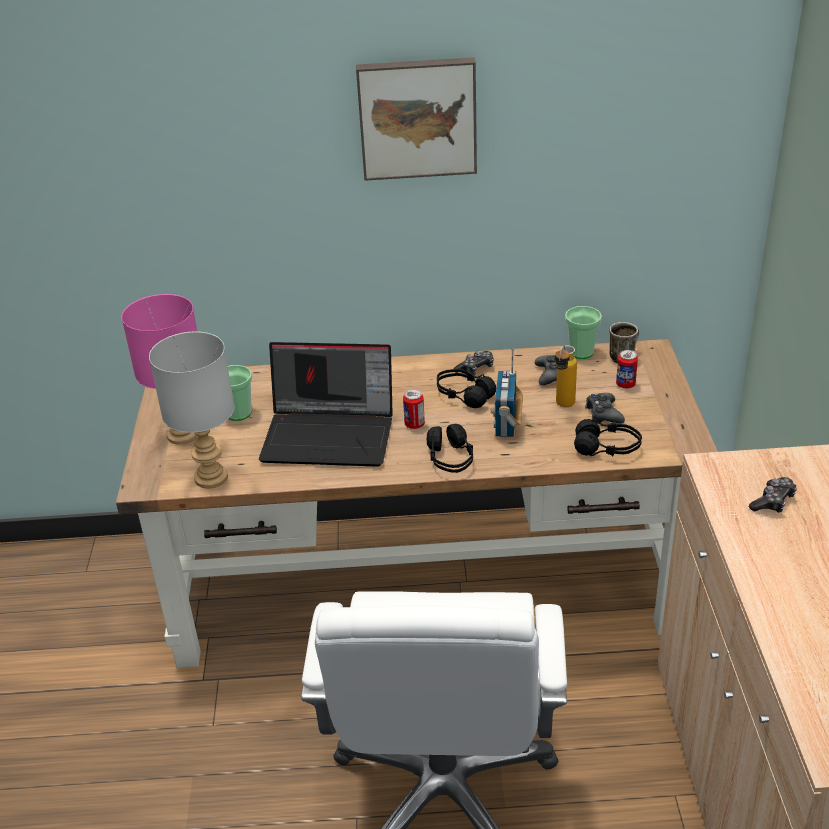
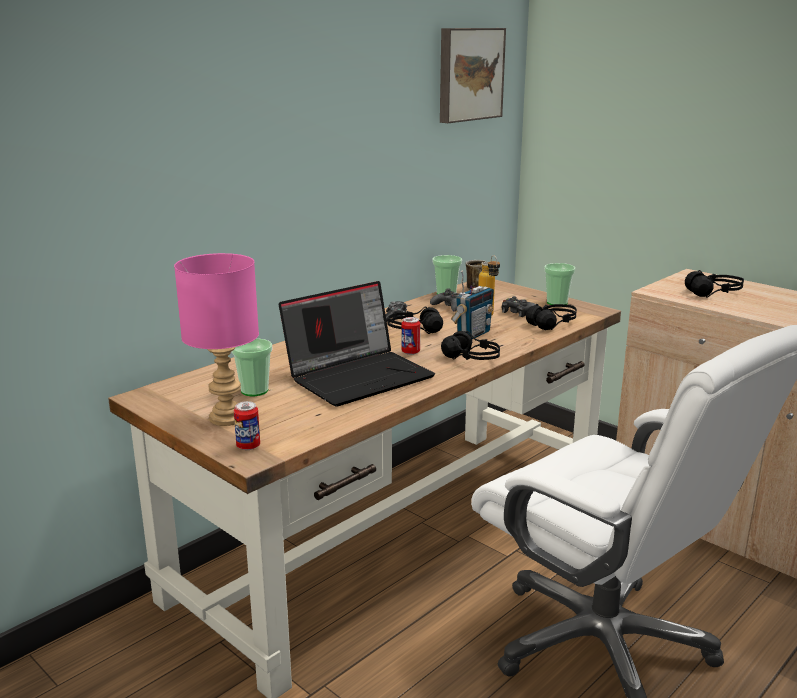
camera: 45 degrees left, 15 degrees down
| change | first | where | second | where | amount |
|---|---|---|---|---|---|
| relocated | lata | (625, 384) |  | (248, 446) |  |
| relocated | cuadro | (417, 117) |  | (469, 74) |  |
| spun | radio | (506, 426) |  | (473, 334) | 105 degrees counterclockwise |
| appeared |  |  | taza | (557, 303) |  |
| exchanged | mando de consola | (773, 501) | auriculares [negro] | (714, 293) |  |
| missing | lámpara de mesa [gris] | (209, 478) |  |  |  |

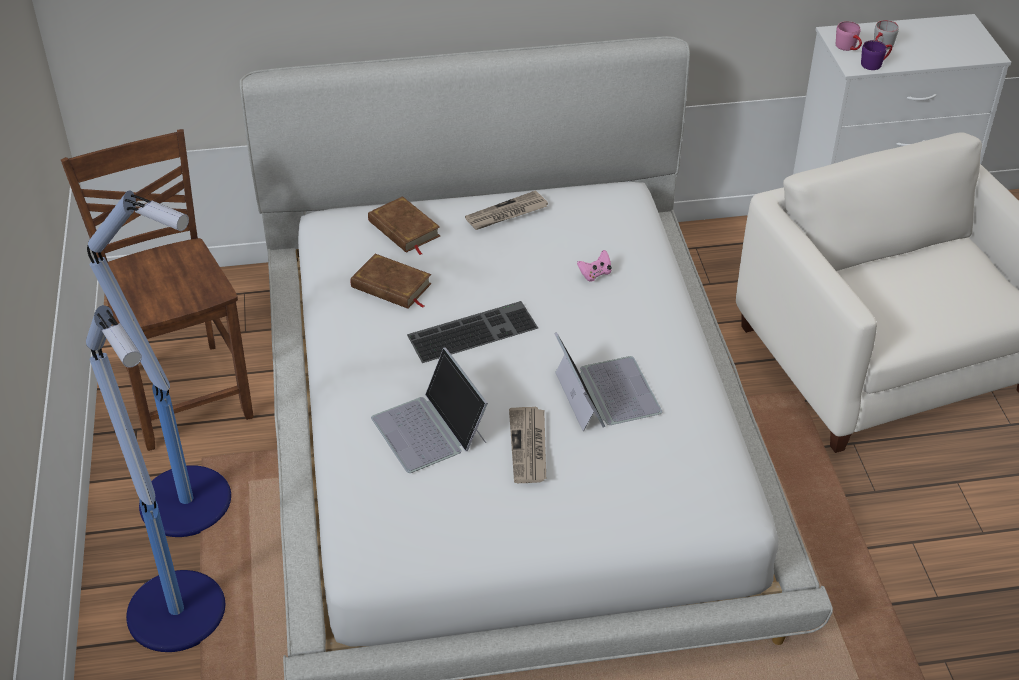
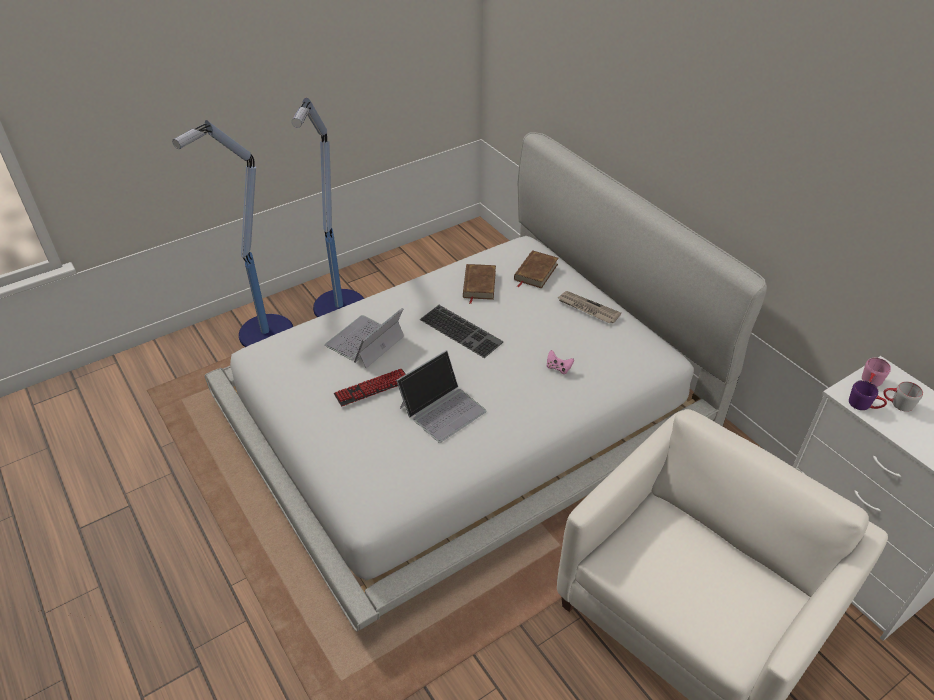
camera: 65 degrees right, 0 degrees up
| change | first | where | second | where | amount |
|---|---|---|---|---|---|
| exchanged | periódico | (529, 447) | teclado | (372, 388) |  |
| missing | silla [marrón] | (186, 392) |  |  |  |

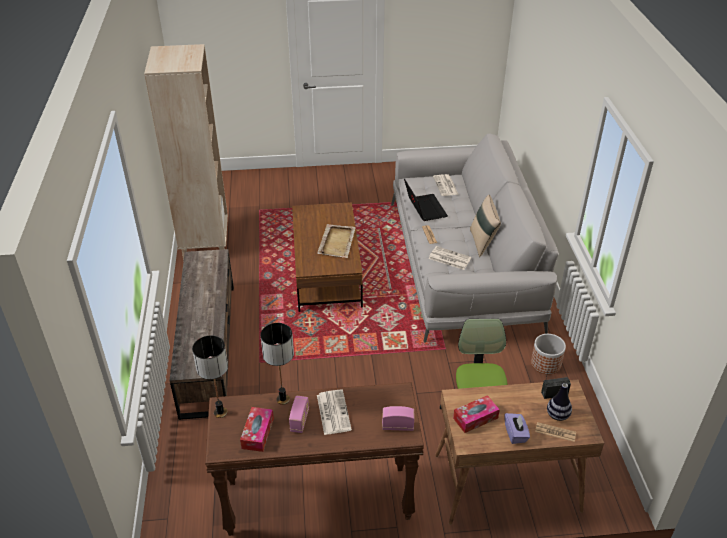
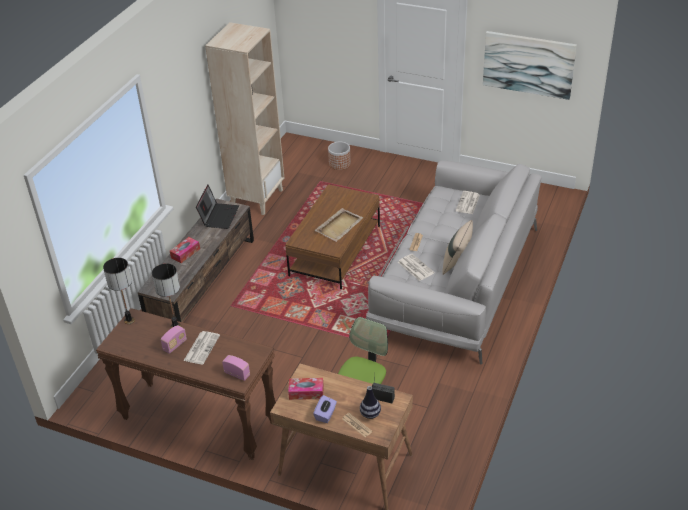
camera: 30 degrees right, 0 degrees up
| change | first | where | second | where | amount |
|---|---|---|---|---|---|
| relocated | caja de pañuelos | (257, 433) |  | (185, 253) |  |
| relocated | portátil | (424, 208) |  | (219, 216) |  |
| relocated | maceta | (546, 364) |  | (339, 164) |  |
| appeared |  |  | cuadro | (528, 64) |  |

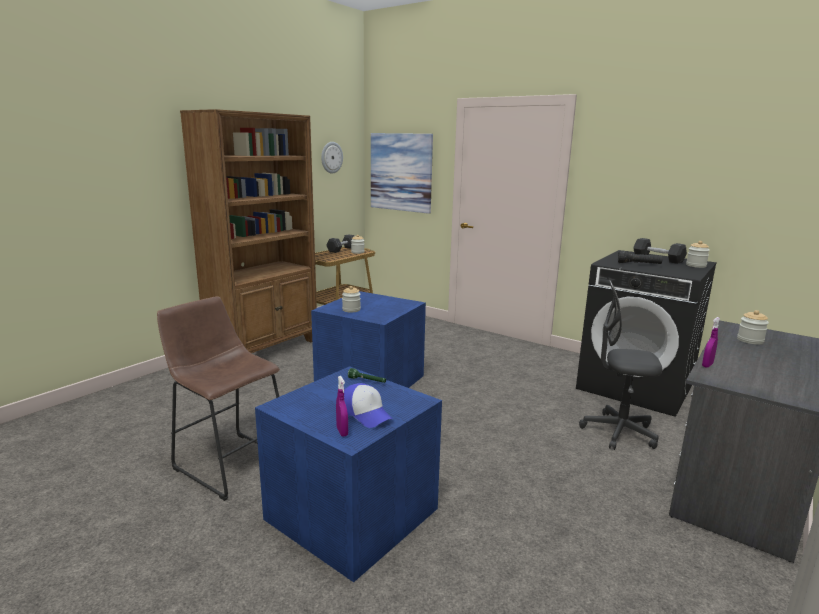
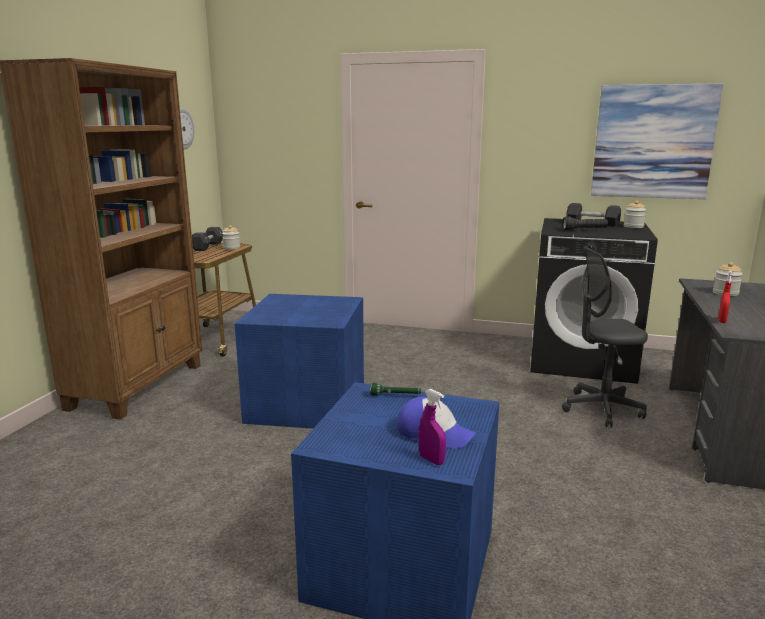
camera: 20 degrees left, 0 degrees up
| change | first | where | second | where | amount |
|---|---|---|---|---|---|
| relocated | cuadro | (401, 172) |  | (653, 142) |  |
| colour | pulverizador [morado] | (707, 365) | pulverizador [rojo] | (722, 321) |  |
| missing | taburete [marrón] | (229, 461) |  |  |  |
| missing | tarro | (351, 310) |  |  |  |

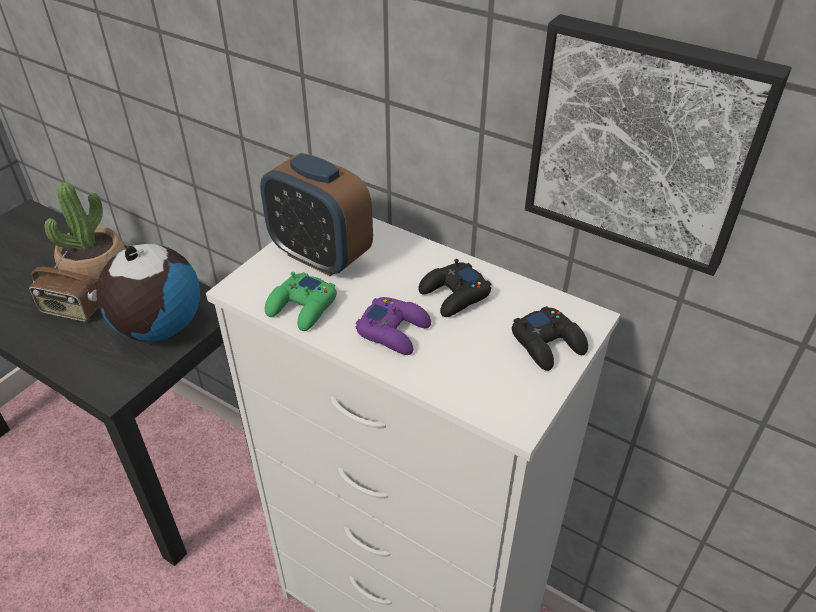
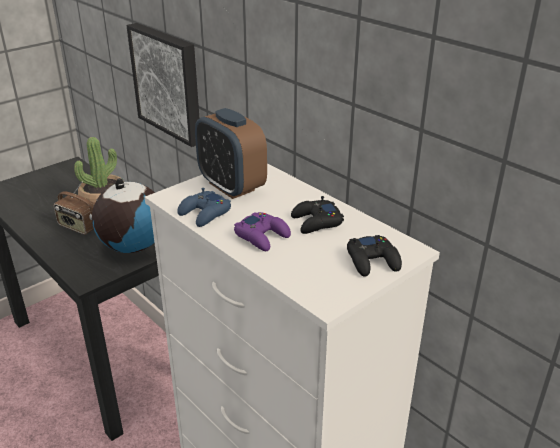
camera: 15 degrees right, 10 degrees down
| change | first | where | second | where | amount |
|---|---|---|---|---|---|
| relocated | cuadro | (643, 143) |  | (168, 82) |  |
| colour | mando de consola [verde] | (302, 308) | mando de consola [azul] | (204, 214) |  |

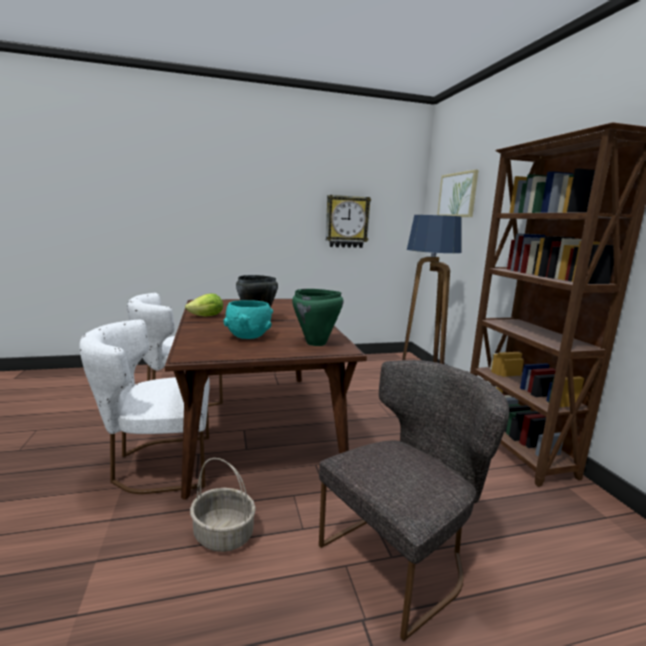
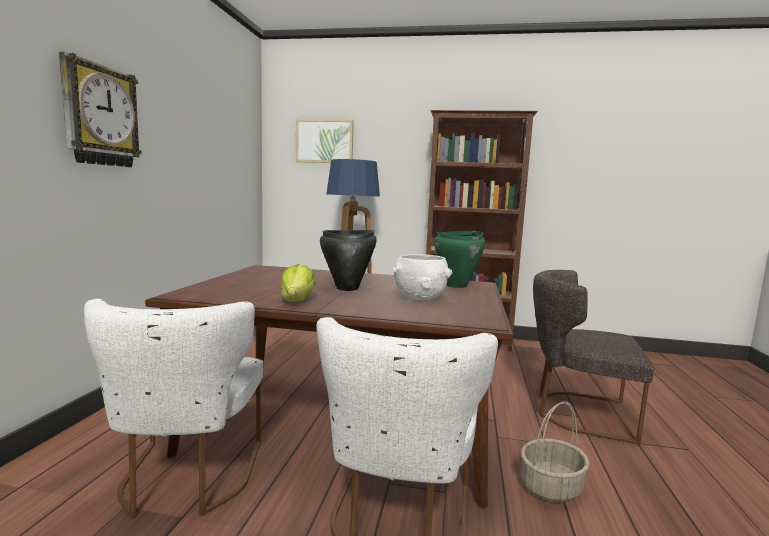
camera: 65 degrees left, 5 degrees down
| change | first | where | second | where | amount |
|---|---|---|---|---|---|
| relocated | reloj de pared | (347, 222) |  | (99, 116) |  |
| colour | cuenco [turquesa] | (248, 337) | cuenco [blanco] | (420, 298) |  |
| spun | silla [gris] | (403, 556) |  | (577, 412) | 60 degrees counterclockwise |

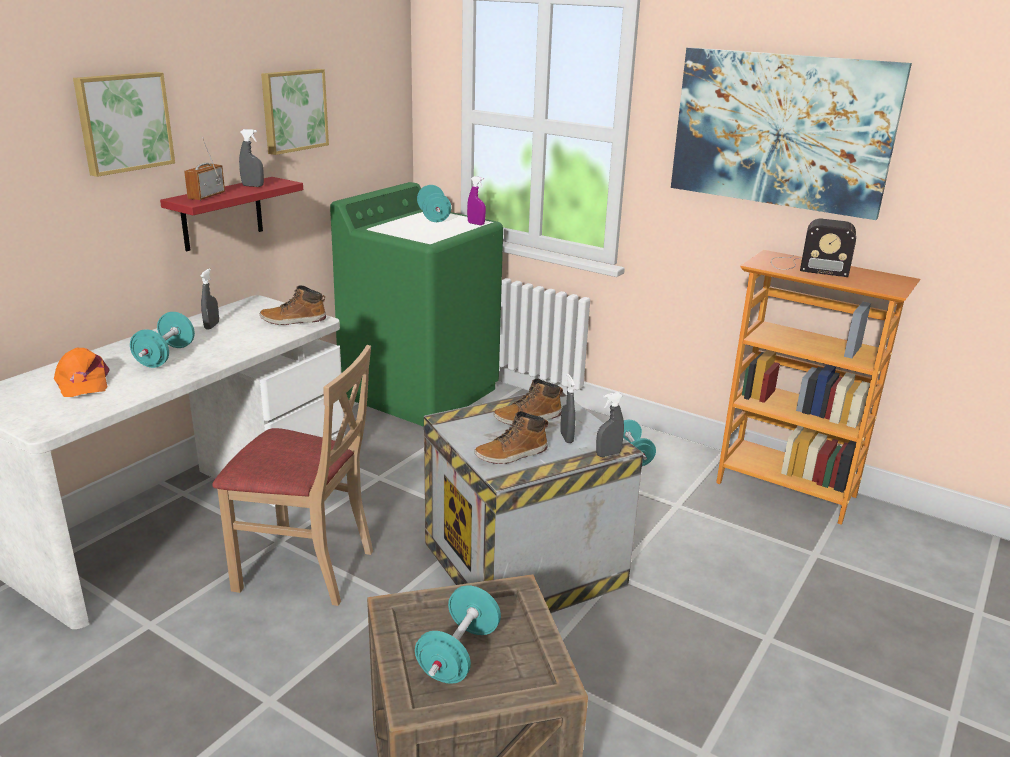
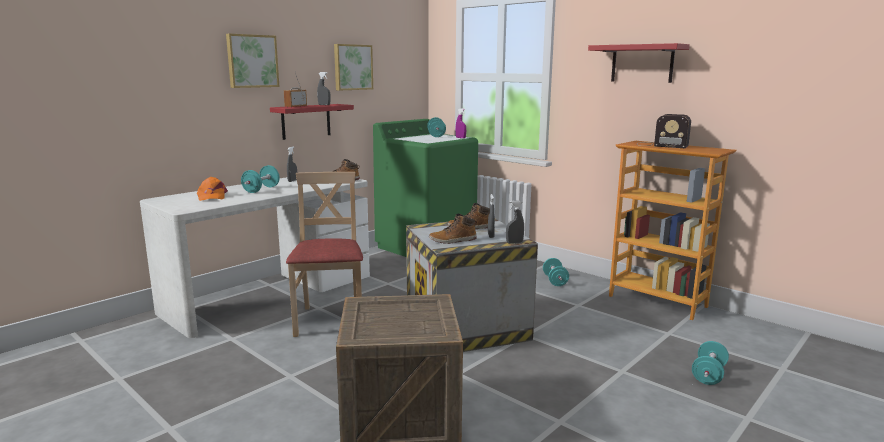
camera: 10 degrees right, 10 degrees down
| change | first | where | second | where | amount |
|---|---|---|---|---|---|
| spun | silla [beis] | (305, 568) |  | (330, 320) | 120 degrees counterclockwise |
| exchanged | cuadro | (781, 130) | estante [rojo] | (642, 63) |  |
| relocated | mancuerna [turquesa] | (458, 654) |  | (708, 375) |  |

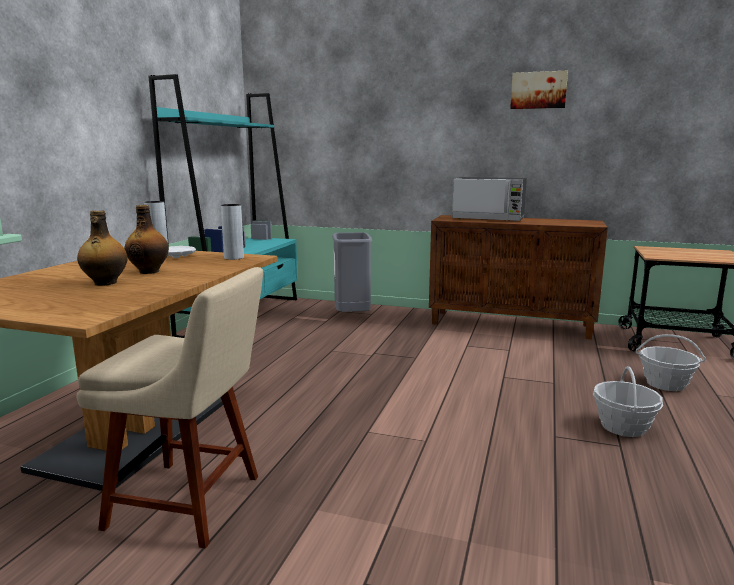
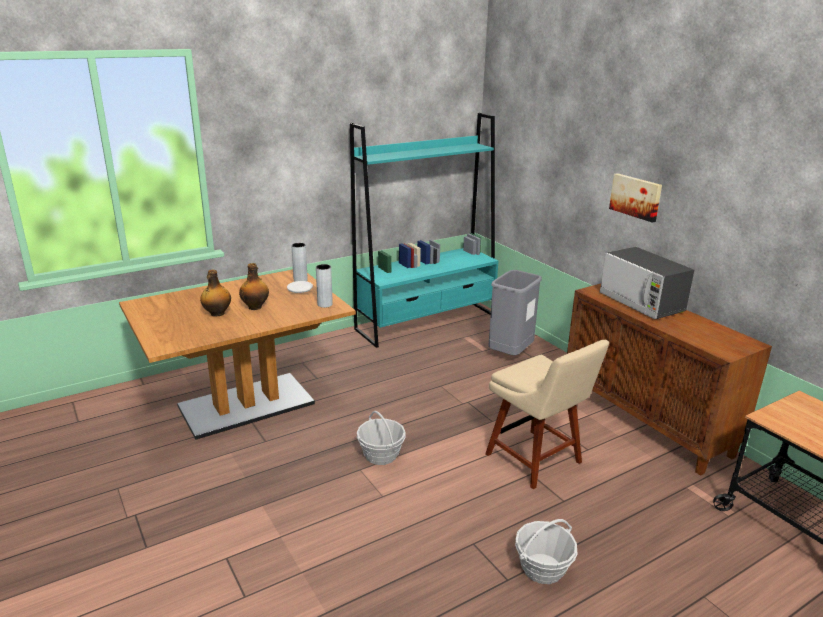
camera: 40 degrees right, 10 degrees up
| change | first | where | second | where | amount |
|---|---|---|---|---|---|
| relocated | cesta | (665, 384) |  | (381, 455) |  |
| relocated | silla [beis] | (192, 502) |  | (537, 461) |  |
| relocated | cuadro | (538, 90) |  | (636, 197) |  |

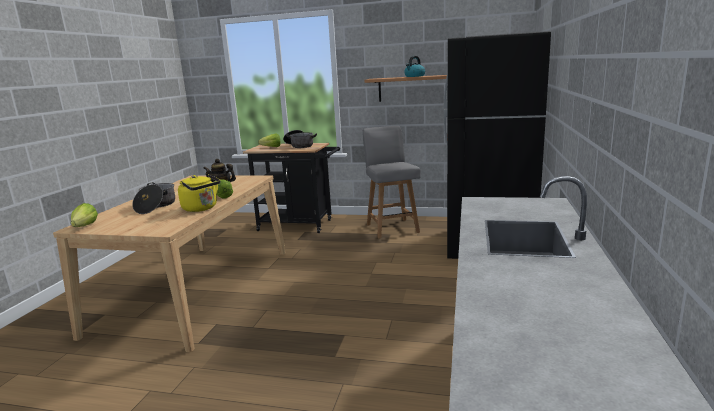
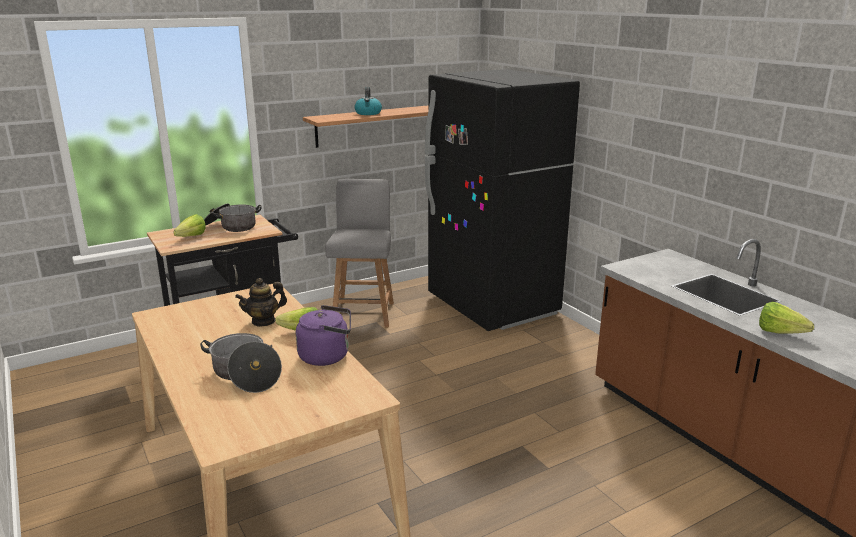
camera: 45 degrees left, 5 degrees up
| change | first | where | second | where | amount |
|---|---|---|---|---|---|
| colour | hervidor [amarillo] | (201, 208) | hervidor [morado] | (327, 356) |  |
| spun | silla [gris] | (392, 228) |  | (364, 313) | 60 degrees clockwise |
| relocated | lechuga | (82, 228) |  | (784, 334) |  |

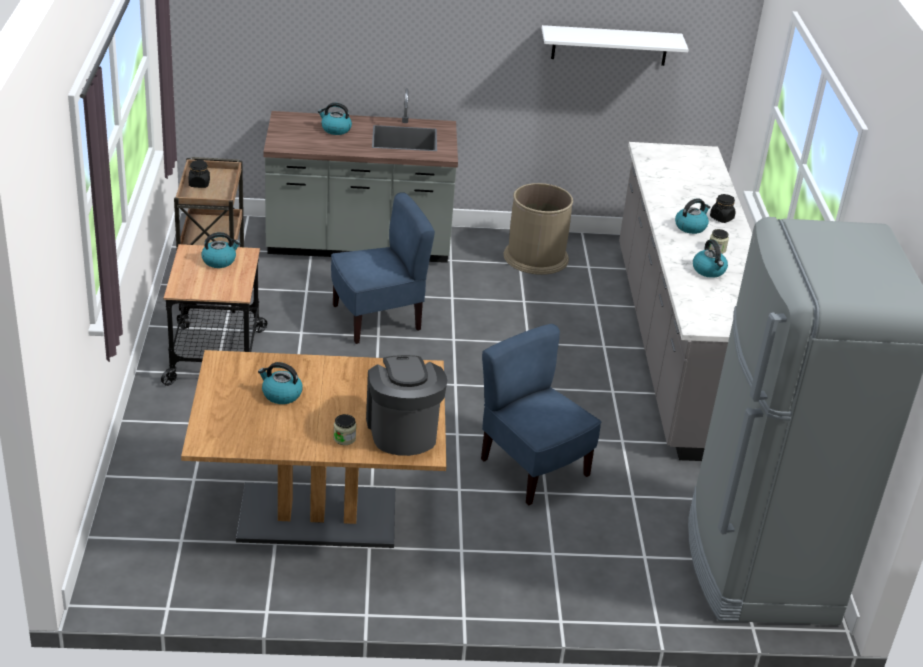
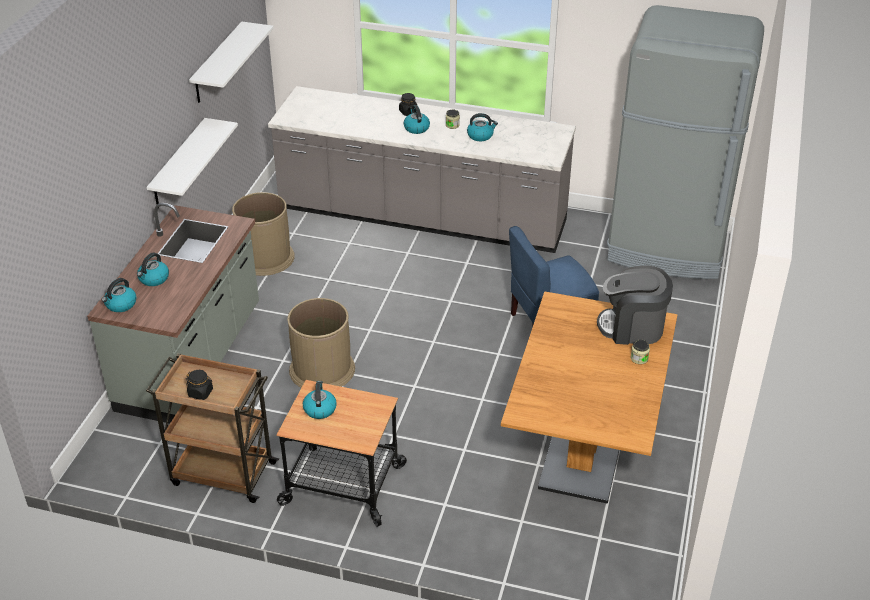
camera: 70 degrees left, 5 degrees up
| change | first | where | second | where | amount |
|---|---|---|---|---|---|
| relocated | hervidor | (281, 394) |  | (120, 305) |  |
| appeared |  |  | estante [blanco] | (178, 164) |  |
| exchanged | silla [azul] | (377, 319) | papelera [marrón] | (322, 369) |  |

